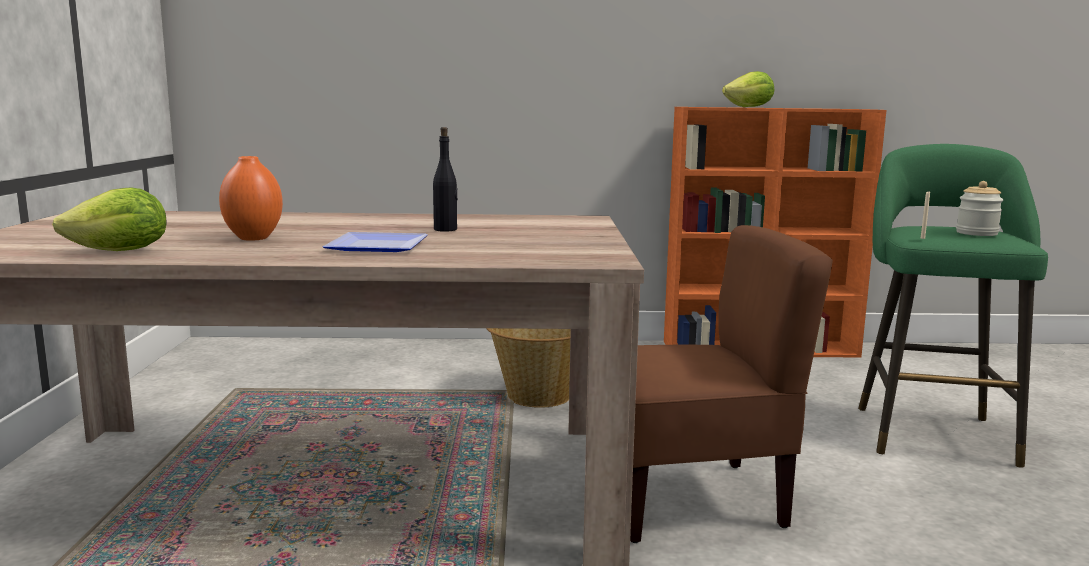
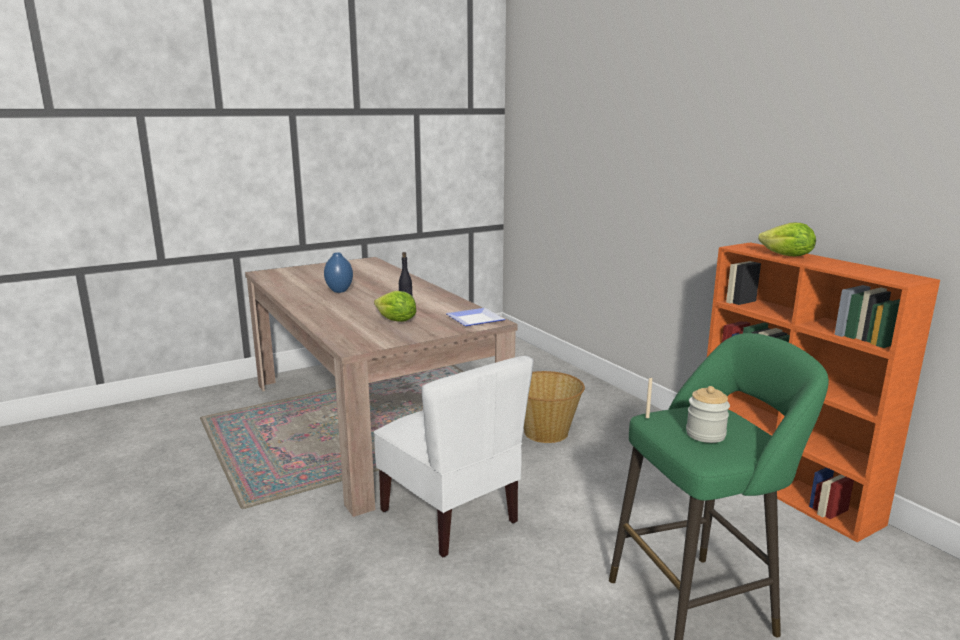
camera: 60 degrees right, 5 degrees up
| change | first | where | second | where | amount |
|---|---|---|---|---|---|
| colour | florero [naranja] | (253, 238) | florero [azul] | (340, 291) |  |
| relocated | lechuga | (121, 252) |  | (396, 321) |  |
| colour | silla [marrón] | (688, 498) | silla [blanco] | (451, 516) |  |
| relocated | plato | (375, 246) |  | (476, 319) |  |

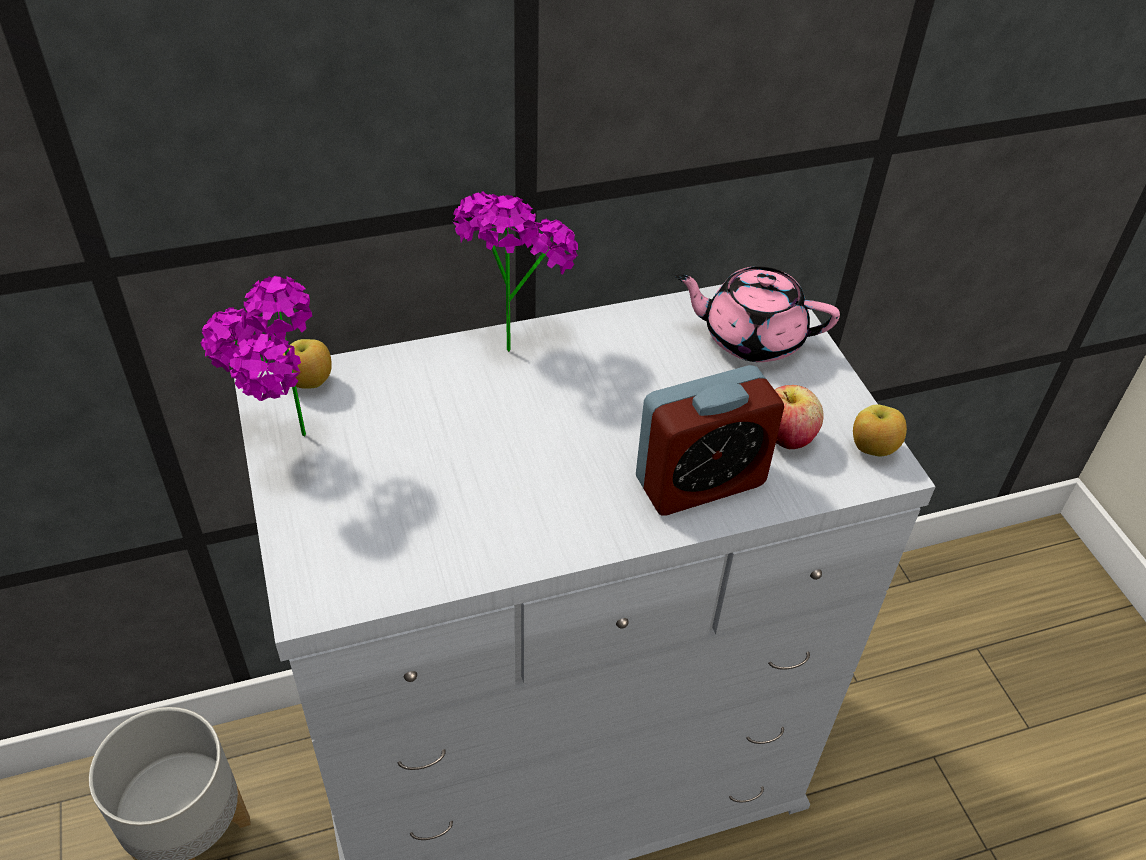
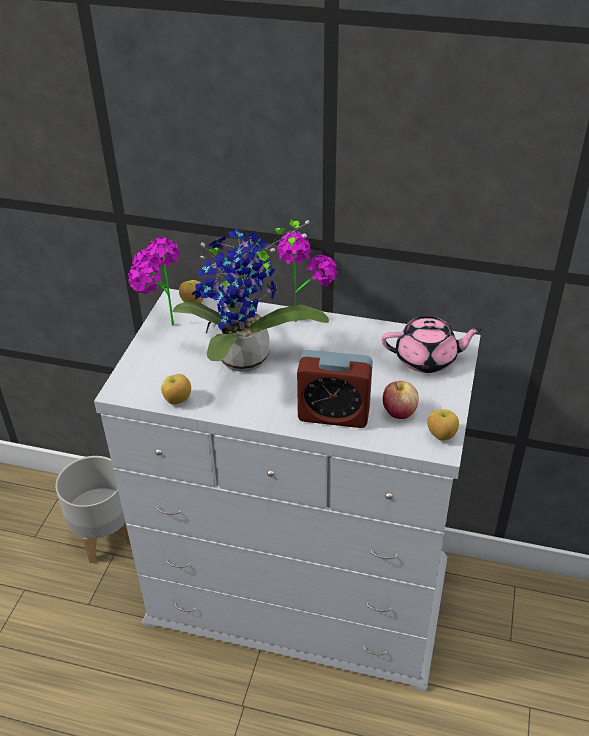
camera: 35 degrees right, 5 degrees down
| change | first | where | second | where | amount |
|---|---|---|---|---|---|
| appeared |  |  | manzana | (177, 400) |  |
| appeared |  |  | planta en maceta | (245, 362) |  |
| spun | tetera [rosa] | (751, 337) |  | (427, 359) | 135 degrees clockwise |

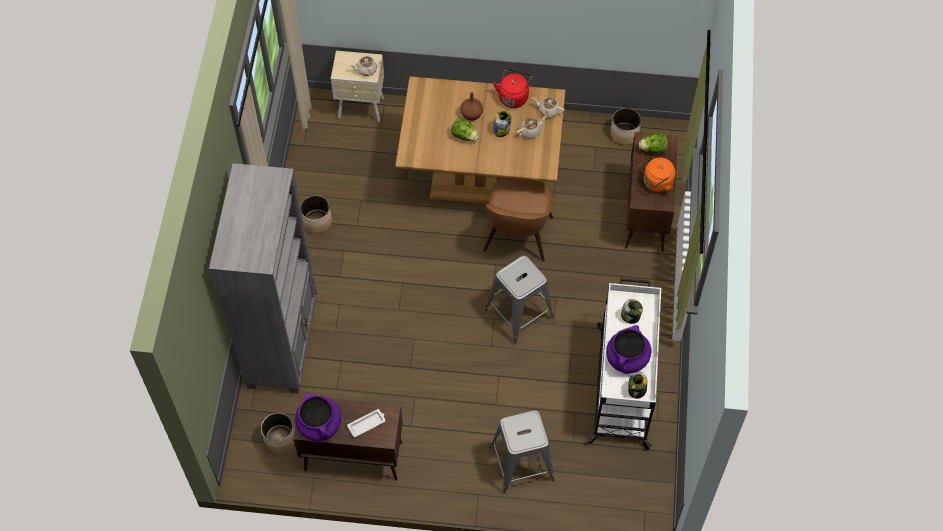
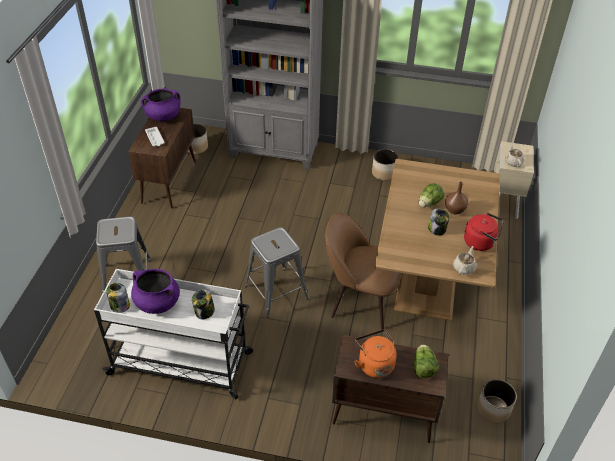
camera: 95 degrees right, 15 degrees down
| change | first | where | second | where | amount |
|---|---|---|---|---|---|
| missing | tetera [beis] | (531, 131) |  |  |  |

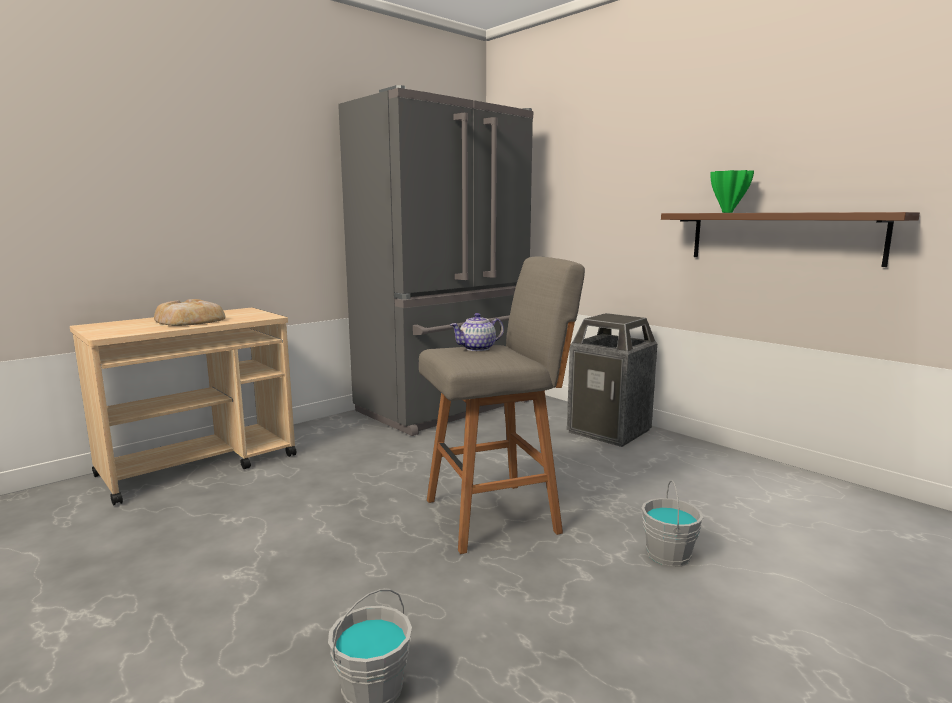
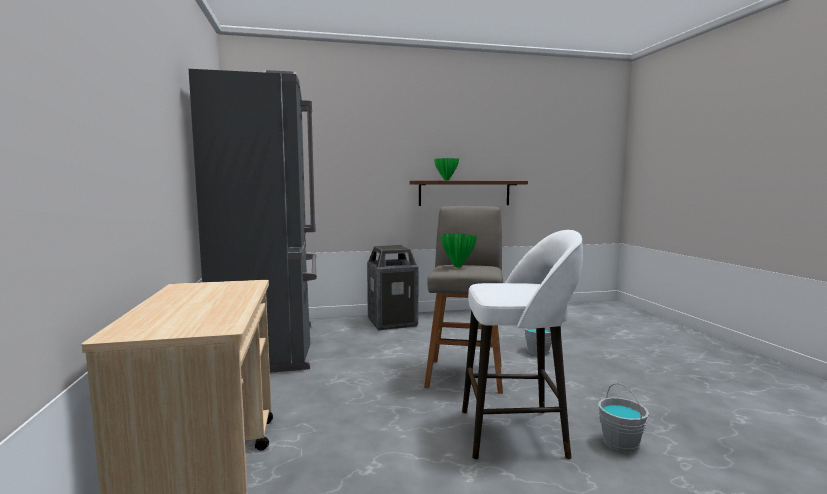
camera: 60 degrees left, 5 degrees down
| change | first | where | second | where | amount |
|---|---|---|---|---|---|
| exchanged | tetera | (478, 348) | florero [verde] | (457, 266) |  |
| appeared |  |  | taburete [blanco] | (516, 433) |  |
| missing | pan | (189, 321) |  |  |  |

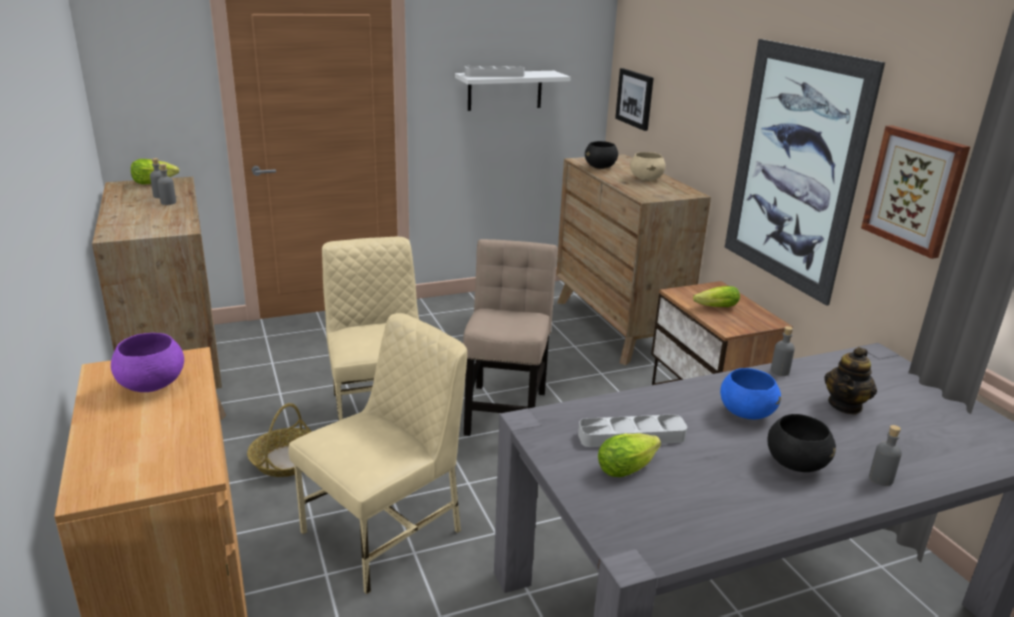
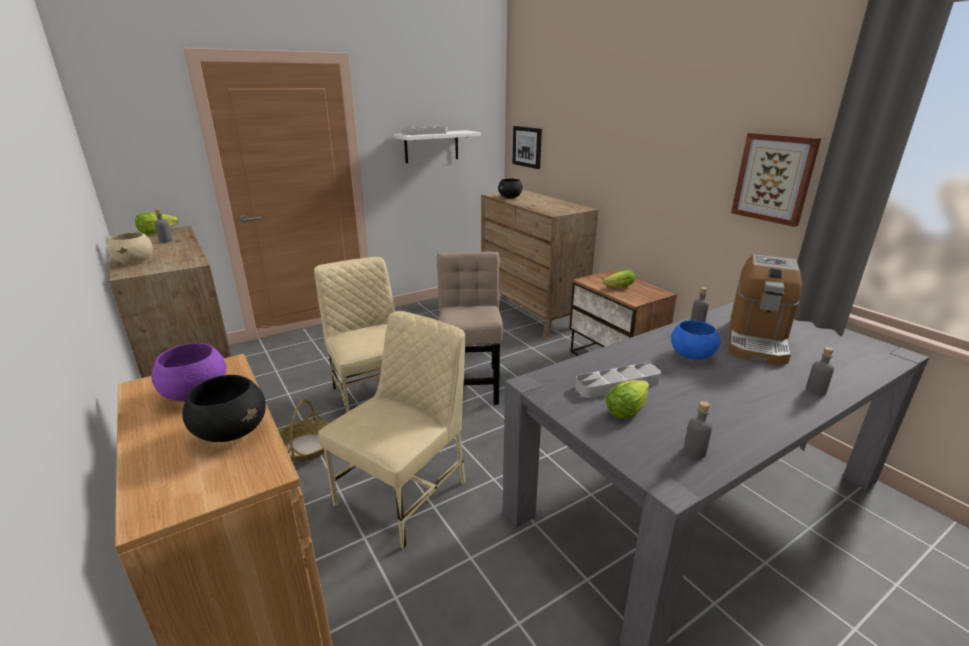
camera: 10 degrees left, 0 degrees up
| change | first | where | second | where | amount |
|---|---|---|---|---|---|
| relocated | cuenco [beis] | (646, 179) |  | (135, 262) |  |
| relocated | cuenco [negro] | (795, 463) |  | (231, 432) |  |
| relocated | botella [gris] | (168, 202) |  | (694, 451) |  |
| exchanged | tetera | (845, 405) | cafetera | (756, 341) |  |
| missing | cuadro | (794, 168) |  |  |  |

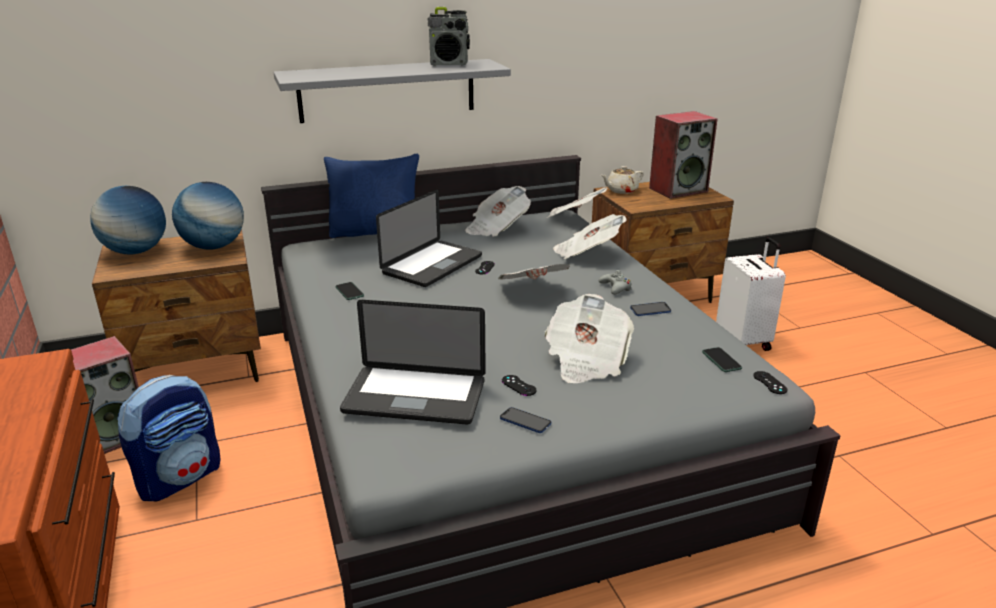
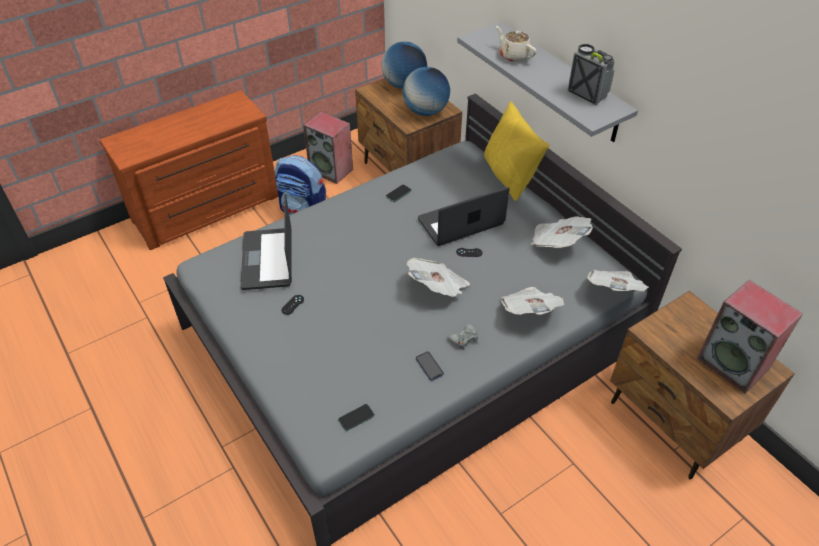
camera: 75 degrees right, 20 degrees up
| change | first | where | second | where | amount |
|---|---|---|---|---|---|
| spun | portátil | (432, 265) |  | (461, 222) | 135 degrees clockwise |
| colour | cojín [azul] | (376, 232) | cojín [amarillo] | (509, 176) |  |
| relocated | tetera [beis] | (621, 190) |  | (514, 55) |  |
| spun | radio | (449, 64) |  | (587, 93) | 150 degrees clockwise |
| missing | móvil | (525, 421) |  |  |  |
| missing | periódico | (586, 360) |  |  |  |
| missing | maleta [blanco] | (744, 340) |  |  |  |
| missing | mando de consola [negro] | (770, 383) |  |  |  |

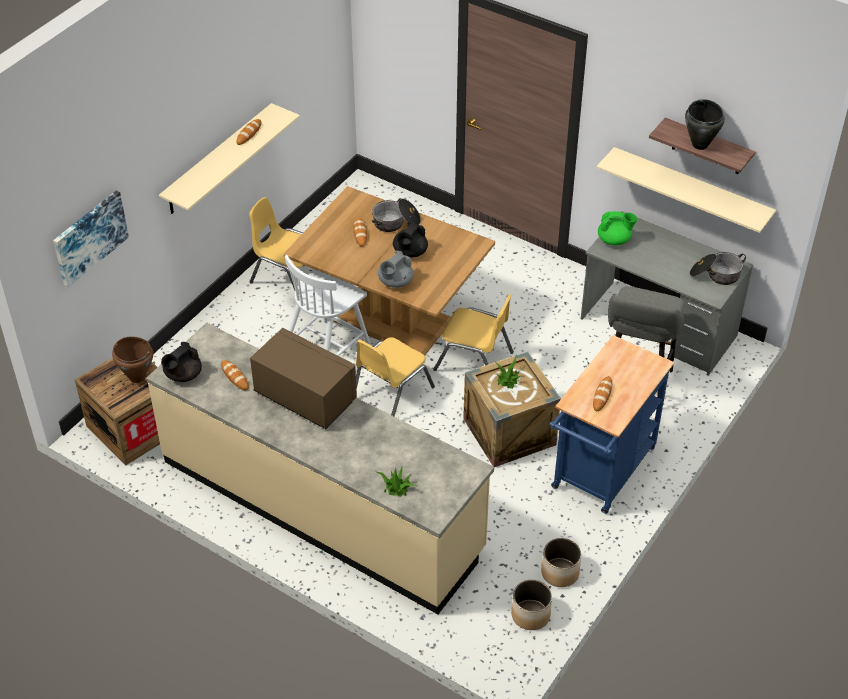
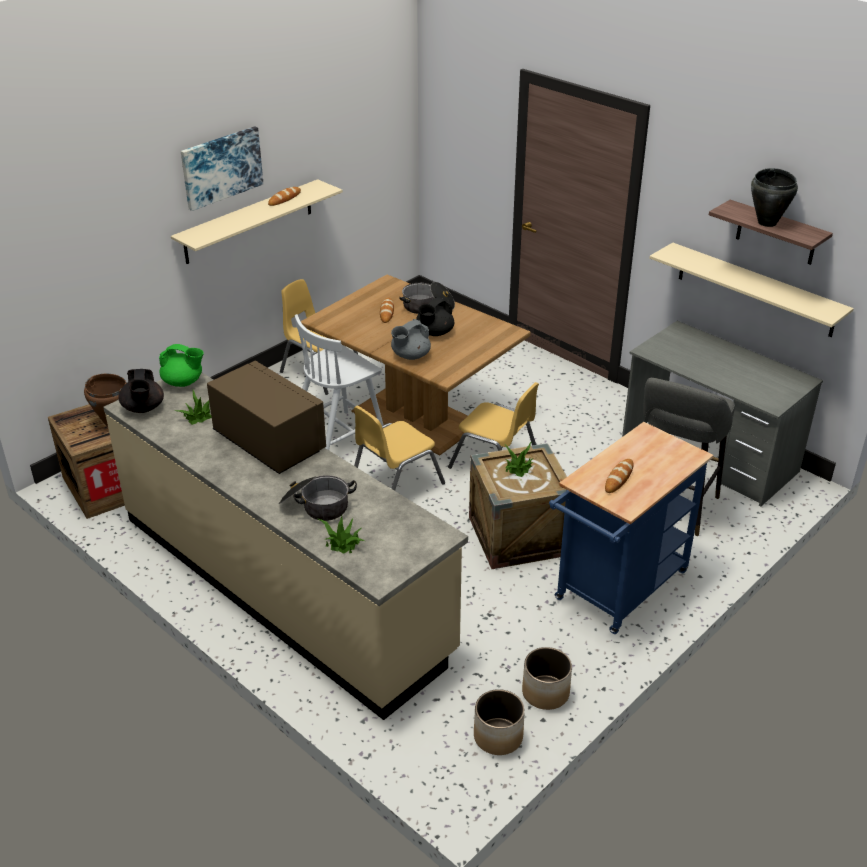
camera: 10 degrees right, 10 degrees down
| change | first | where | second | where | amount |
|---|---|---|---|---|---|
| spun | tetera [negro] | (183, 375) |  | (143, 408) | 60 degrees counterclockwise |
| relocated | tetera [verde] | (614, 240) |  | (183, 382) |  |
| exchanged | pan | (234, 376) | planta en maceta | (199, 415) |  |
| relocated | cuadro | (89, 237) |  | (221, 167) |  |
| relocated | olla | (715, 275) |  | (316, 506) |  |

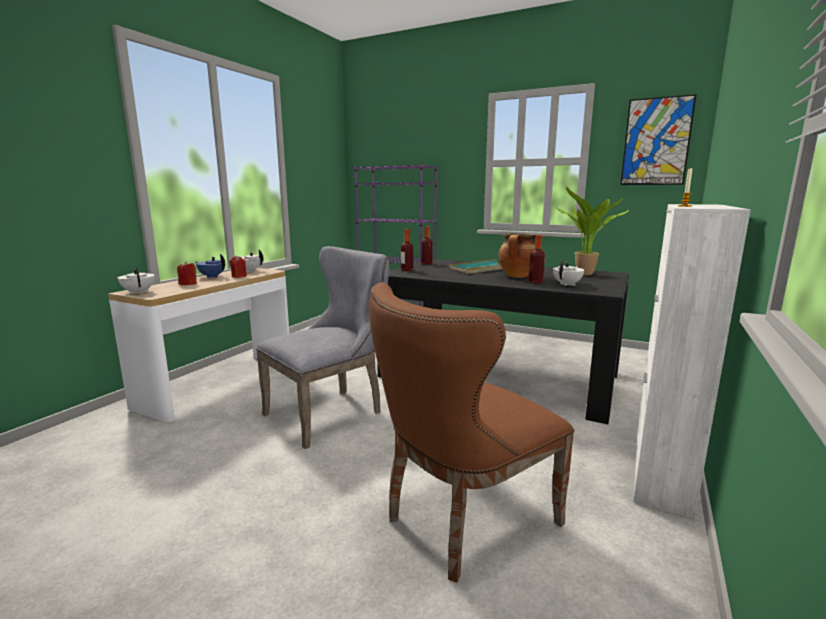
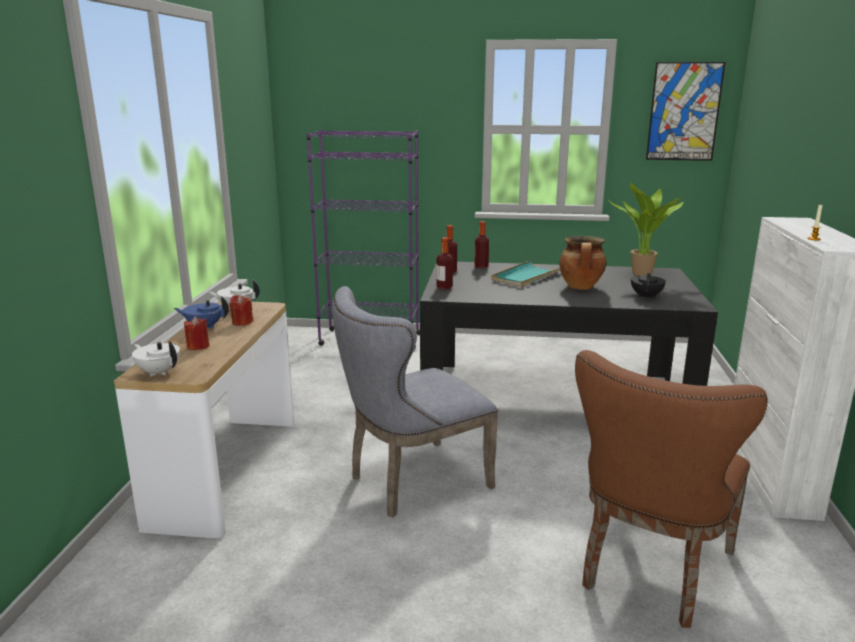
camera: 20 degrees left, 5 degrees up
| change | first | where | second | where | amount |
|---|---|---|---|---|---|
| spun | silla [gris] | (331, 412) |  | (411, 482) | 150 degrees counterclockwise |
| relocated | botella | (535, 281) |  | (481, 266) |  |
| colour | tetera [blanco] | (567, 284) | tetera [negro] | (646, 296) |  |

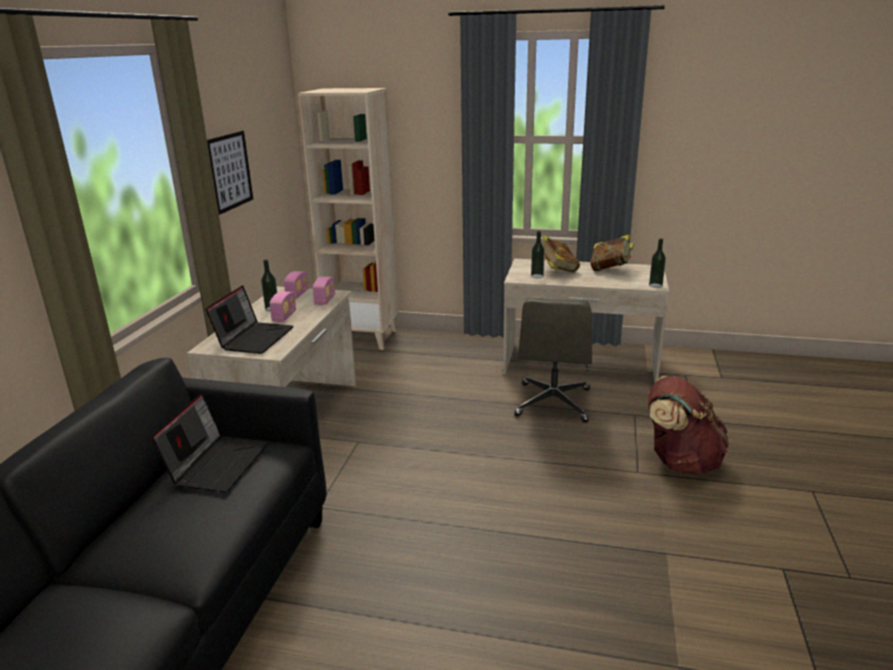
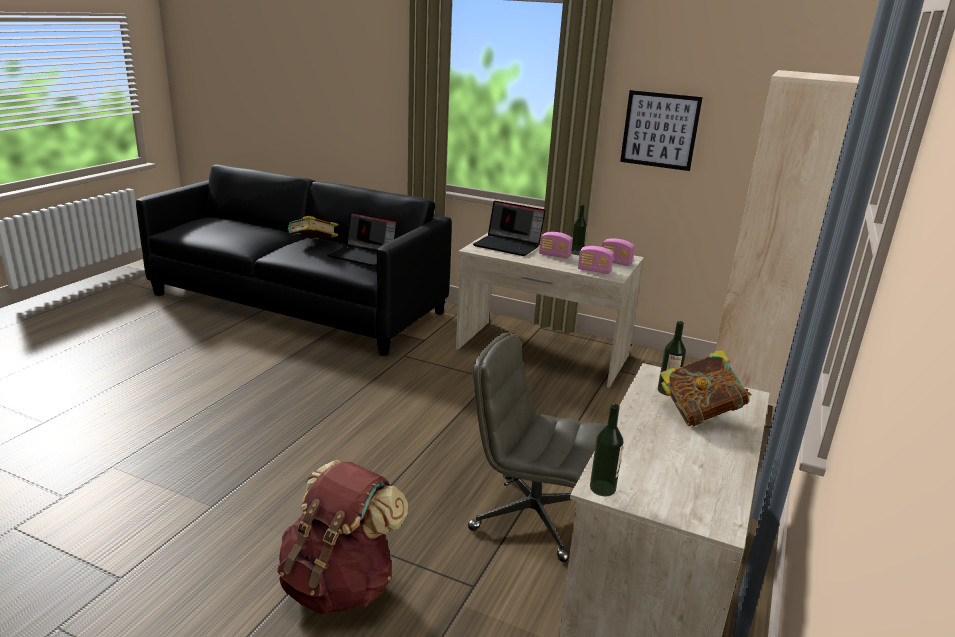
camera: 100 degrees right, 0 degrees up
| change | first | where | second | where | amount |
|---|---|---|---|---|---|
| relocated | libro | (610, 269) |  | (313, 245) |  |

